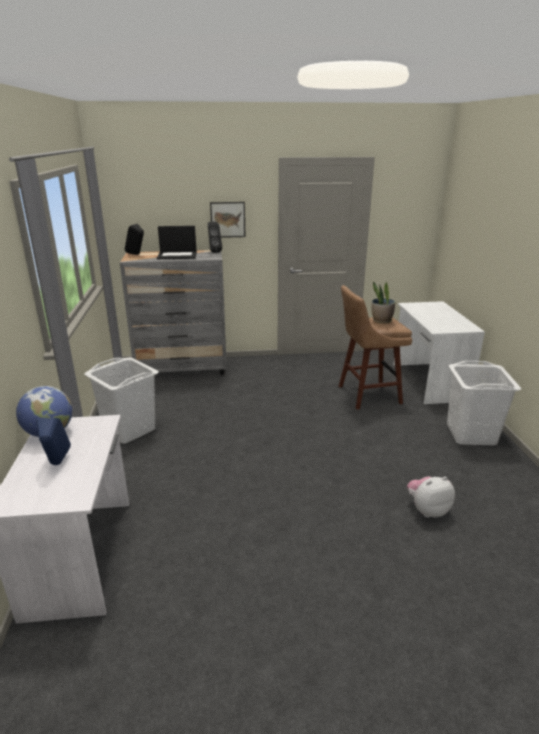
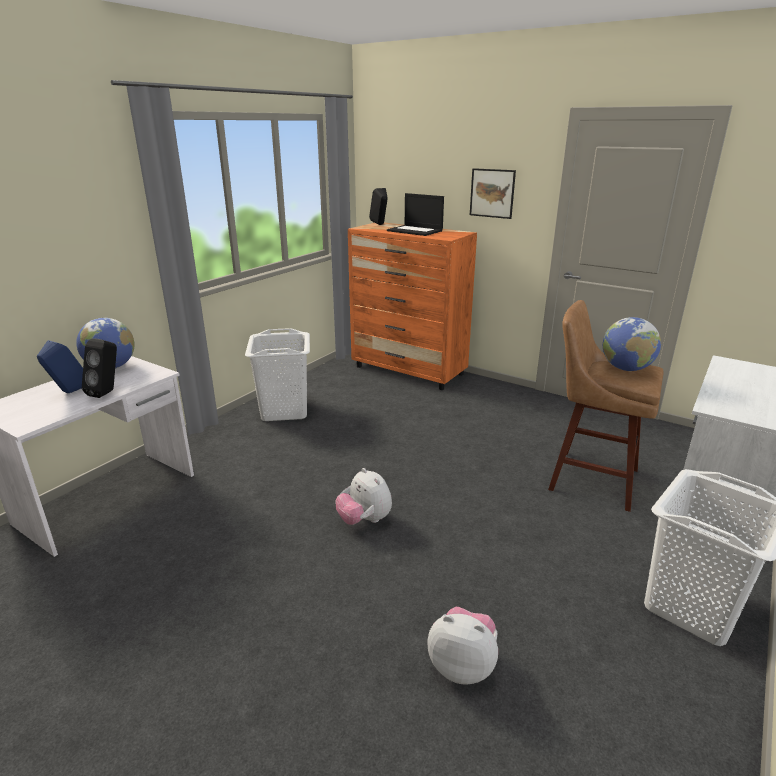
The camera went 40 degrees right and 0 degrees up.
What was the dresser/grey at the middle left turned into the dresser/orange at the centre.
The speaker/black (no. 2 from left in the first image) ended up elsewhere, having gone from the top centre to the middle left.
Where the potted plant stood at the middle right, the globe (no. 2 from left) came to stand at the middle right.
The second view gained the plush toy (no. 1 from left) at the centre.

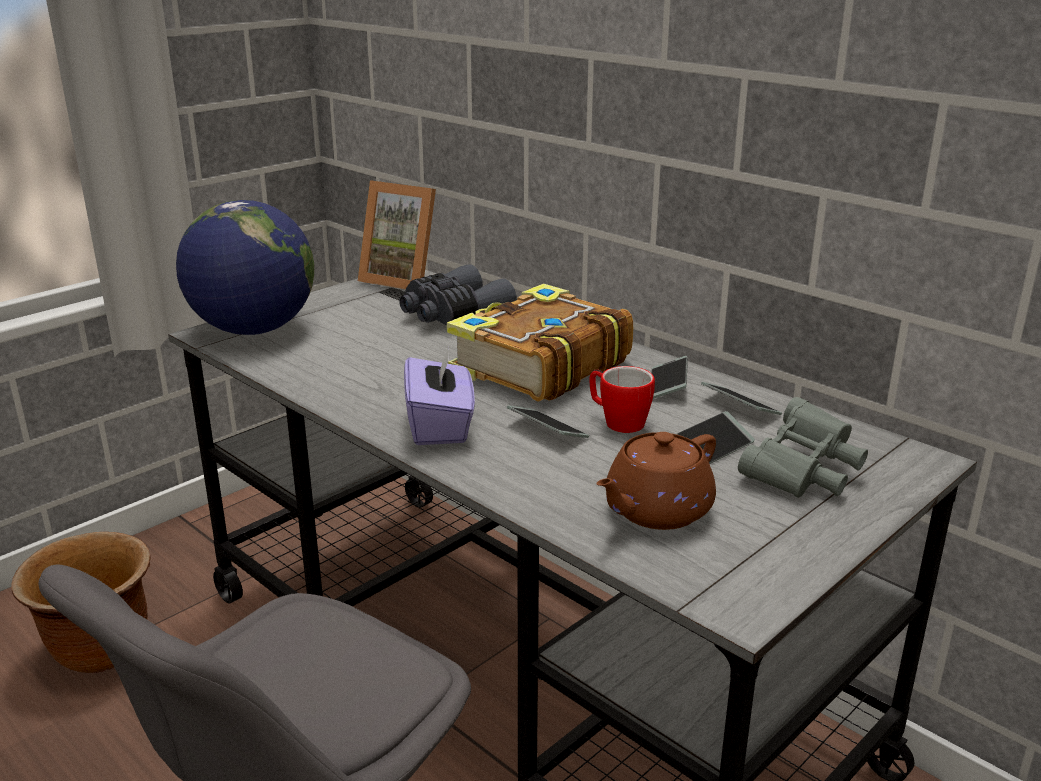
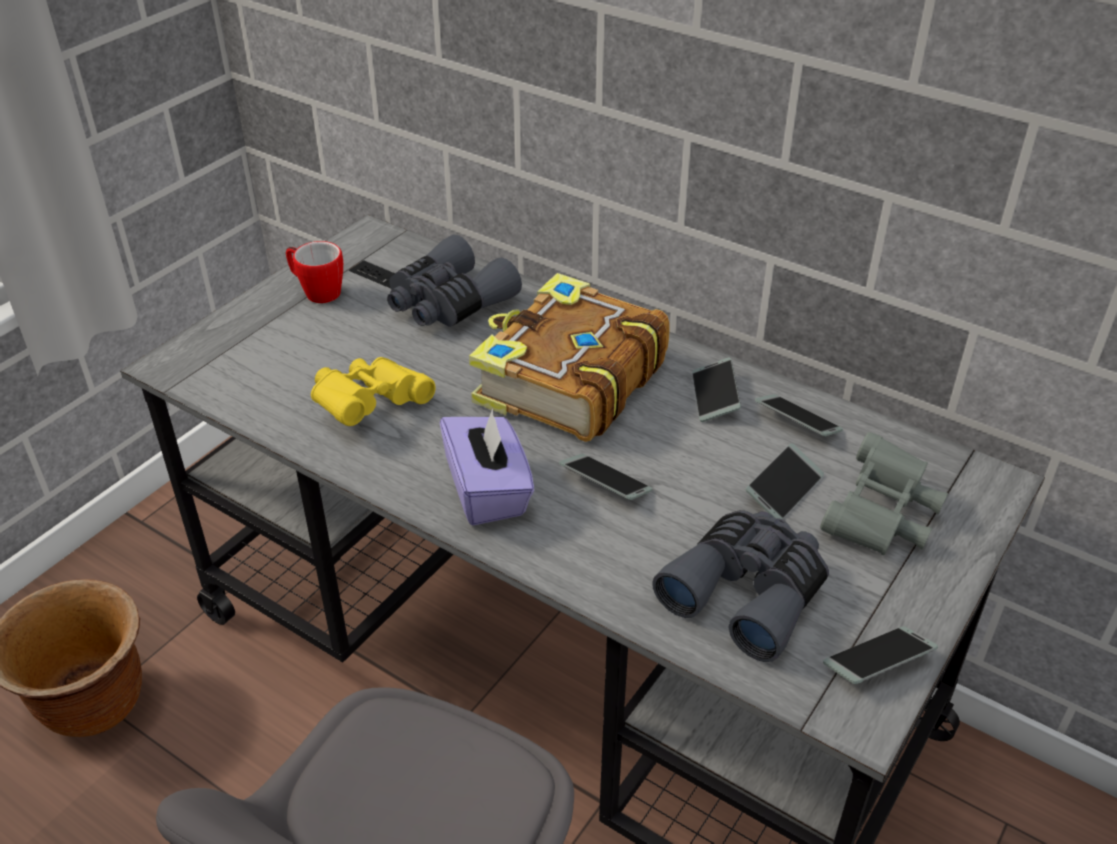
The camera went 10 degrees left and 15 degrees up.
The second view lost the globe at the middle left.
The second view lost the picture frame at the top centre.
The mug ended up elsewhere, having gone from the centre to the top left.
Where the teapot/brown stood at the centre, the binoculars/grey (no. 2 from left) came to stand at the bottom centre.
The second view gained the binoculars/yellow at the centre.
The second view gained the phone (no. 5 from left) at the bottom right.

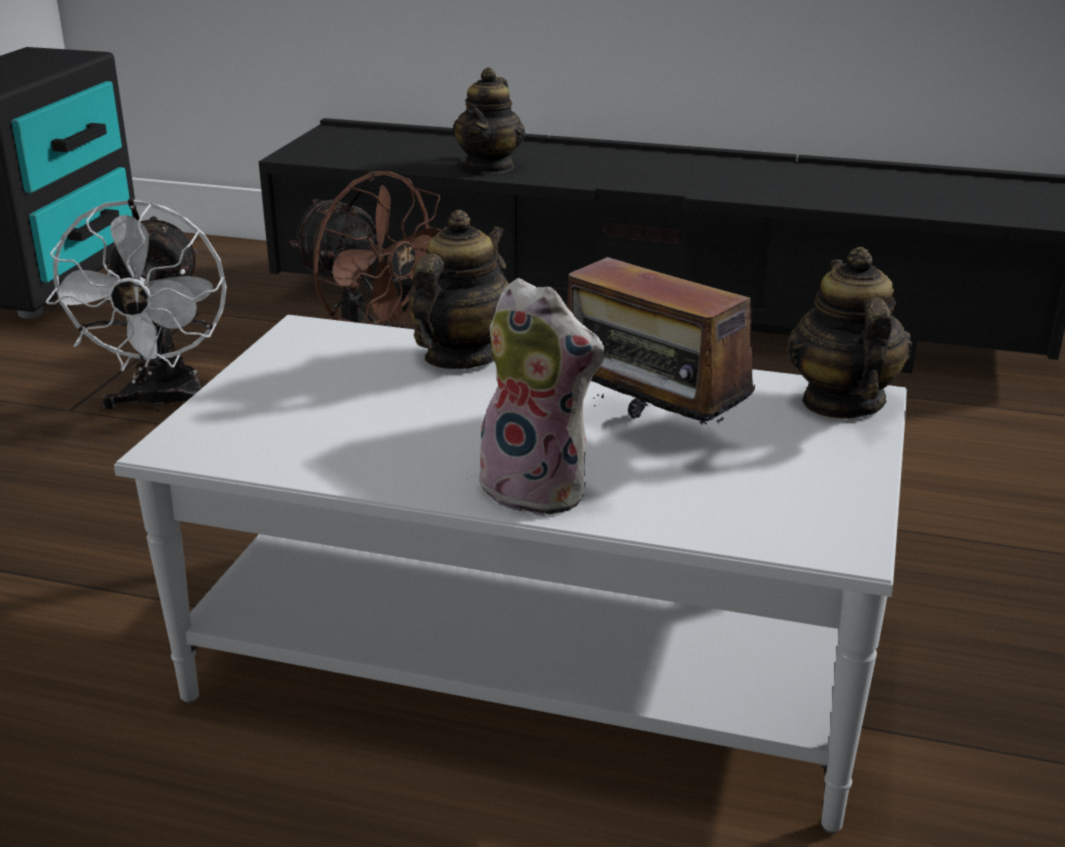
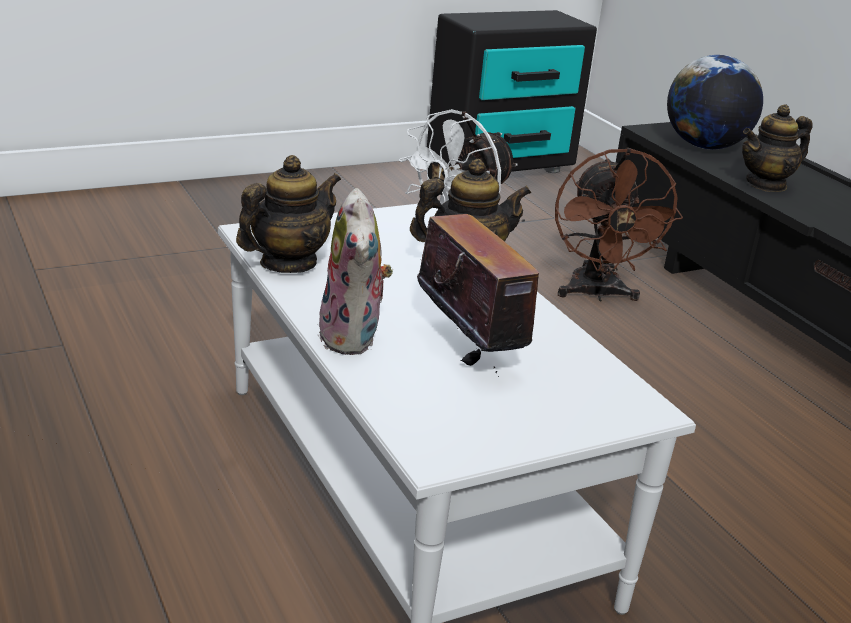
The camera went 45 degrees right and 0 degrees up.
The radio at the centre ended up facing another way, 150 degrees clockwise from before.
The teapot (no. 3 from left in the first image) ended up elsewhere, having gone from the middle right to the centre.
The second view gained the globe at the top right.

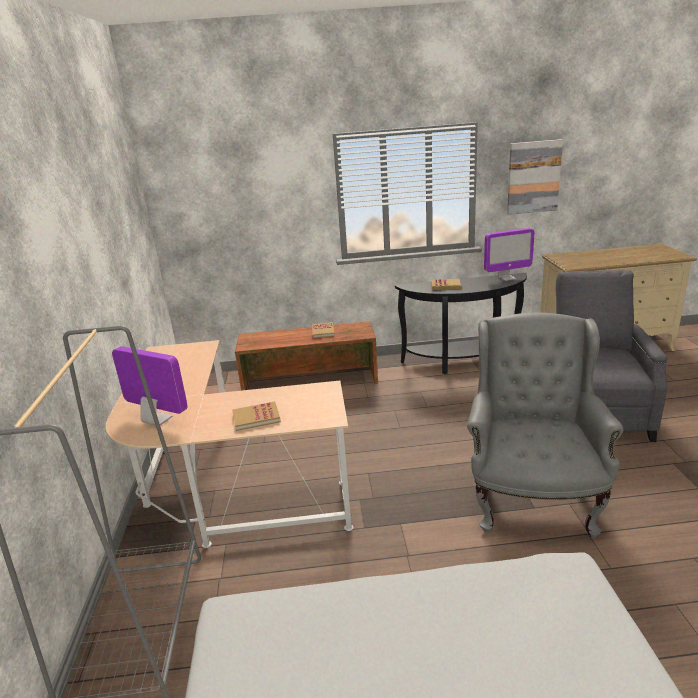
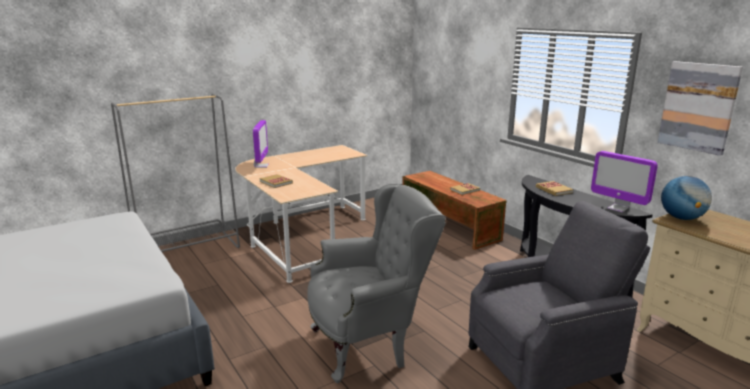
The camera went 60 degrees right and 5 degrees down.
The second view gained the globe at the middle right.

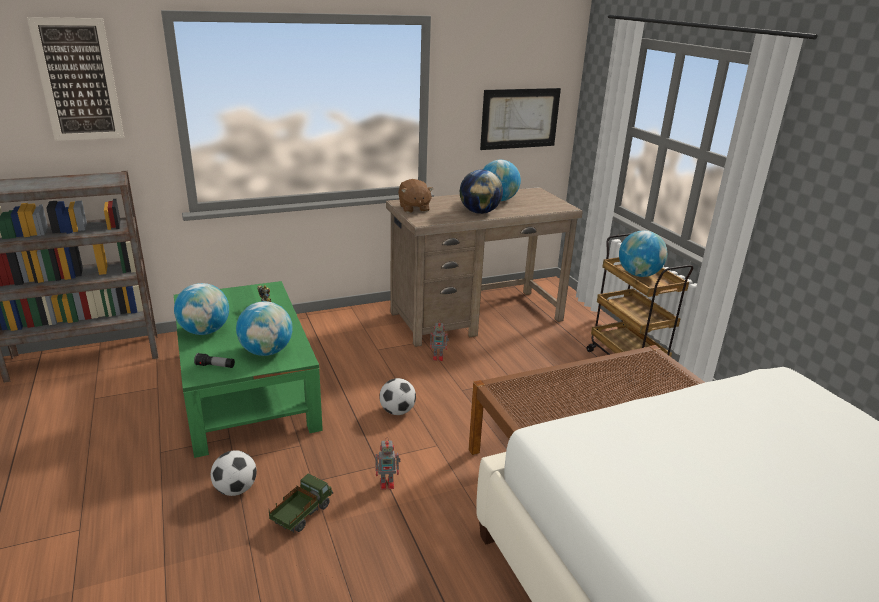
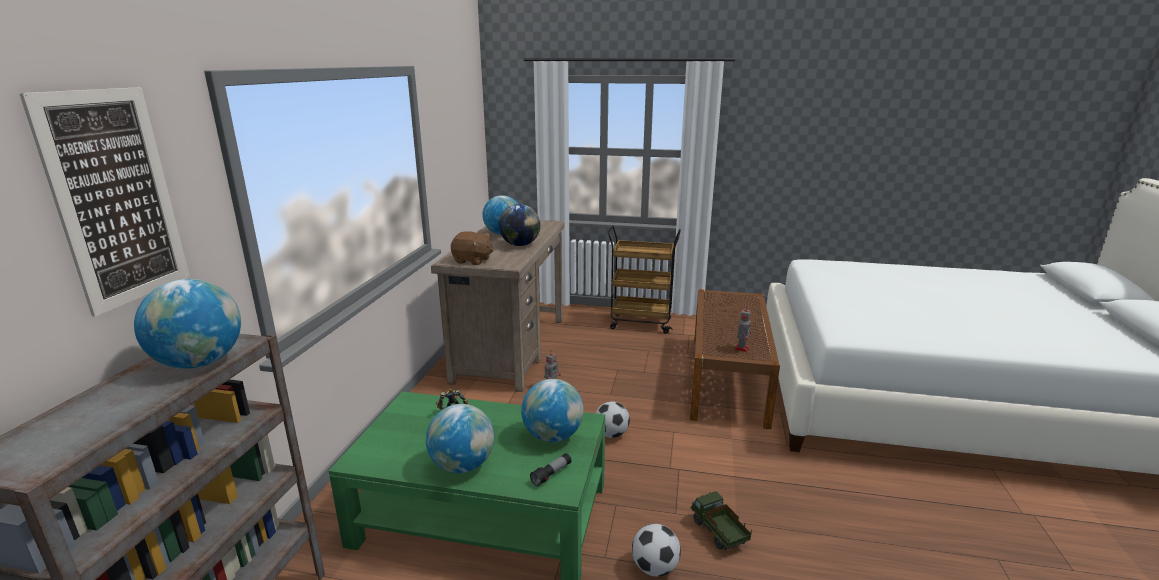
The camera went 55 degrees left and 5 degrees down.
The toy robot (no. 2 from left in the first image) ended up elsewhere, having gone from the bottom centre to the centre.
The second view lost the picture (no. 2 from left) at the top centre.
The globe (no. 5 from left in the first image) ended up elsewhere, having gone from the middle right to the middle left.

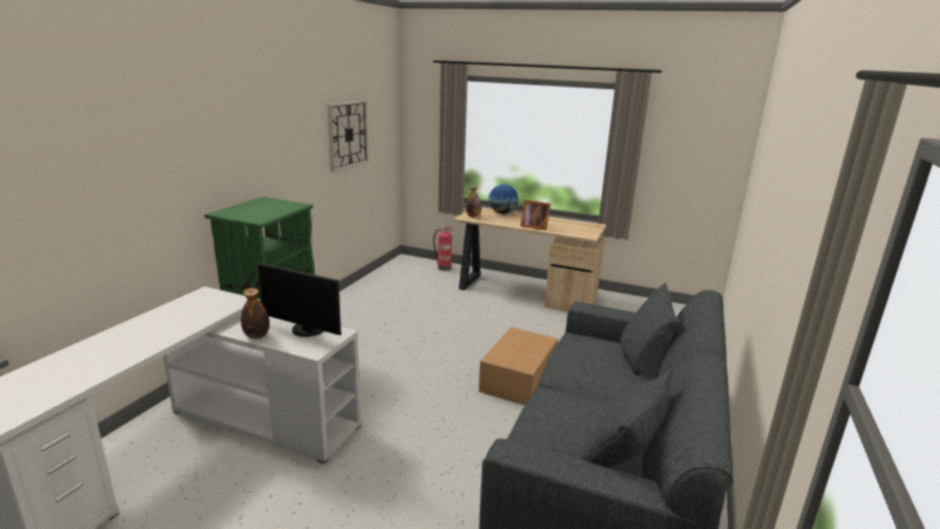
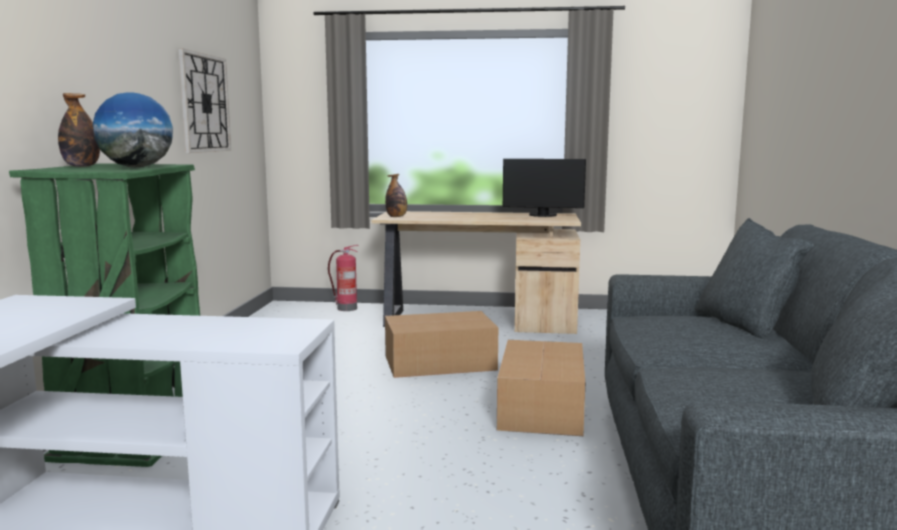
The camera went 15 degrees left and 10 degrees down.
The bottle (no. 1 from left) ended up elsewhere, having gone from the middle left to the top left.
The monitor ended up elsewhere, having gone from the middle left to the centre.
The globe ended up elsewhere, having gone from the centre to the top left.
The second view lost the picture frame at the centre.
The second view gained the cardboard box (no. 1 from left) at the centre.

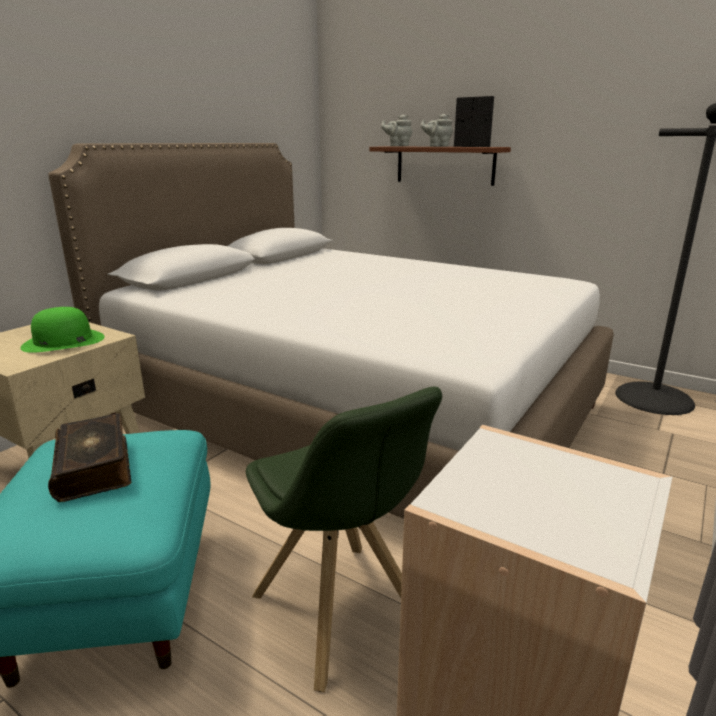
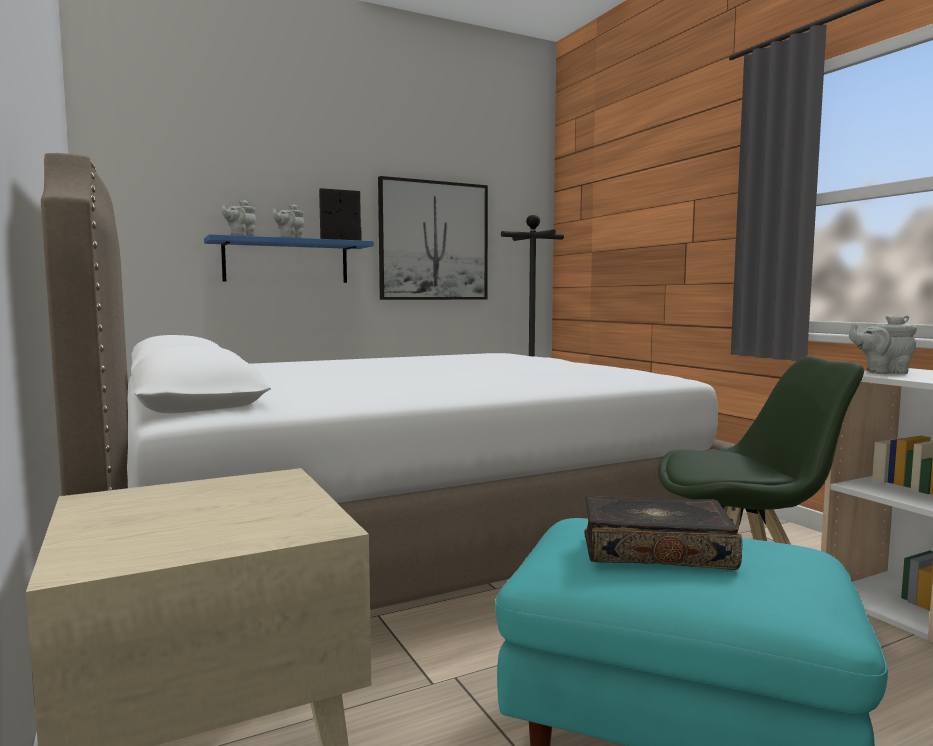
The camera went 60 degrees left and 15 degrees down.
The second view lost the hat/green at the middle left.
What was the shelf/brown at the top centre turned into the shelf/blue at the middle left.
The second view gained the picture at the top centre.
The second view gained the teapot/grey (no. 3 from left) at the middle right.

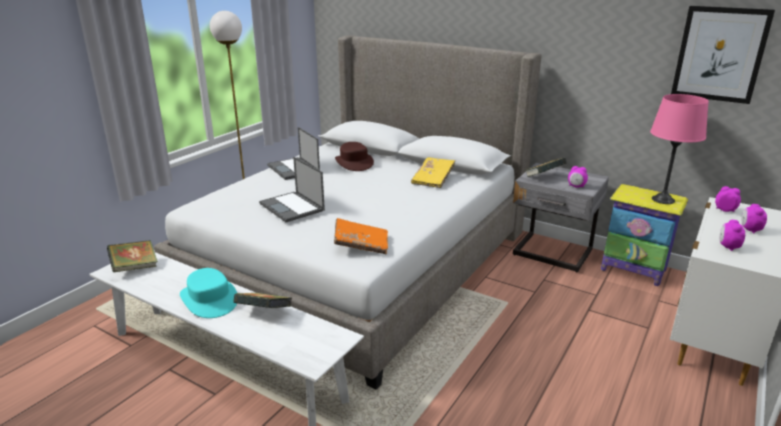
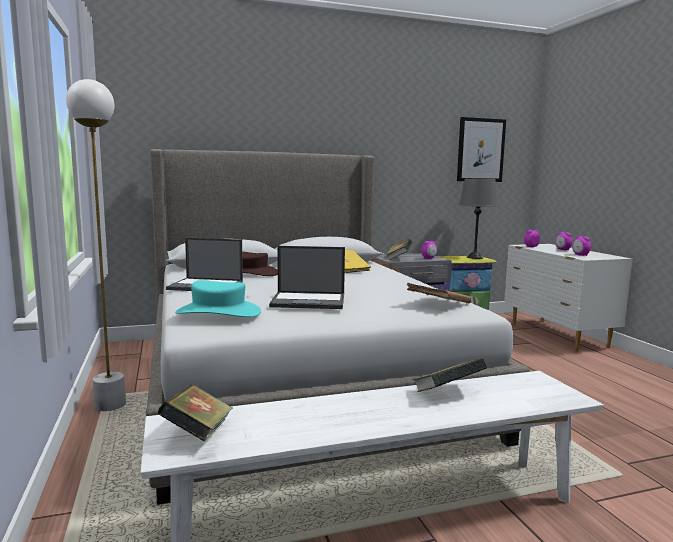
The camera went 50 degrees left and 15 degrees down.
The hat/turquoise ended up elsewhere, having gone from the bottom left to the middle left.
What was the table lamp/pink at the middle right turned into the table lamp/grey at the middle right.

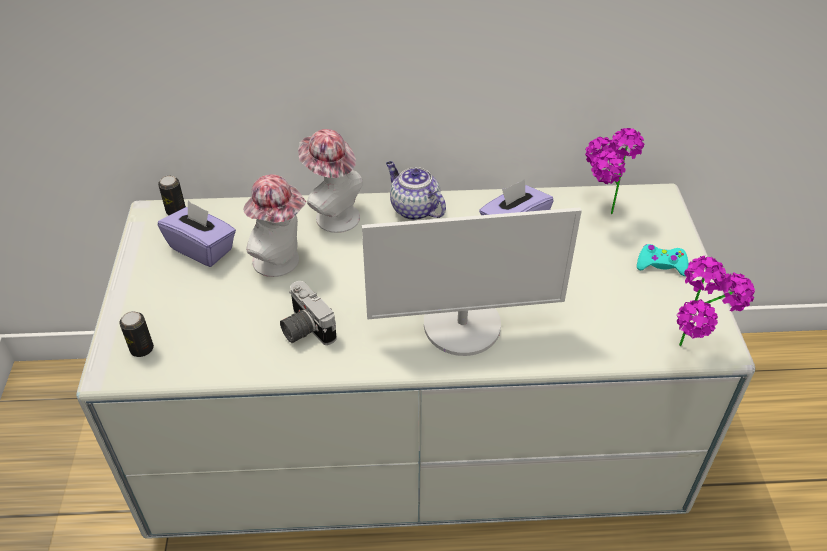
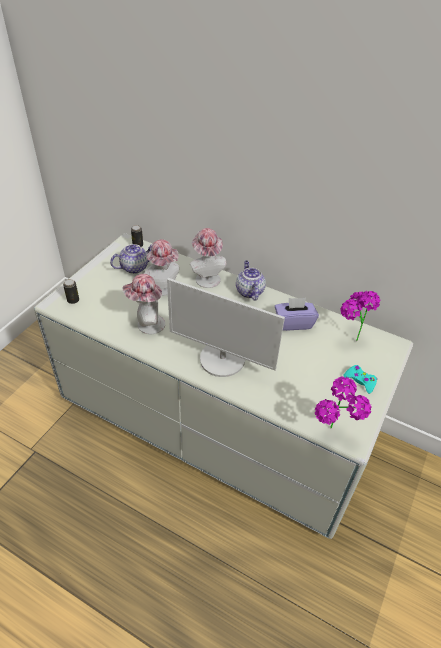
The camera went 30 degrees right and 0 degrees up.
Where the tissue box/purple (no. 1 from left) stood at the middle left, the teapot (no. 1 from left) came to stand at the middle left.
Where the photo camera stood at the centre, the hat (no. 1 from left) came to stand at the middle left.

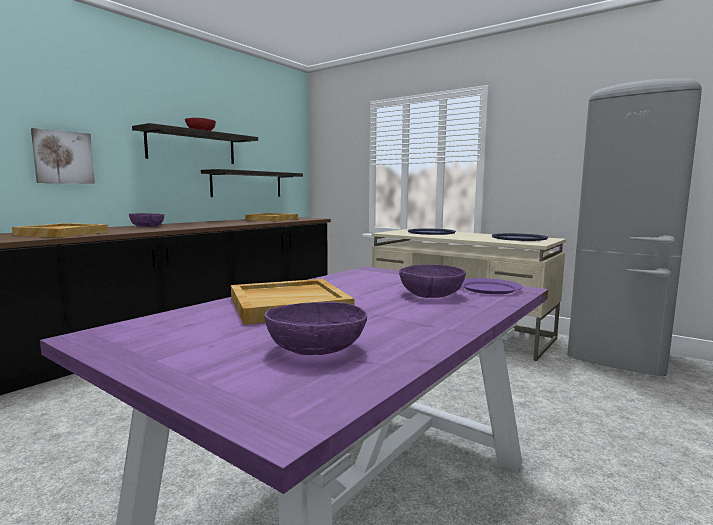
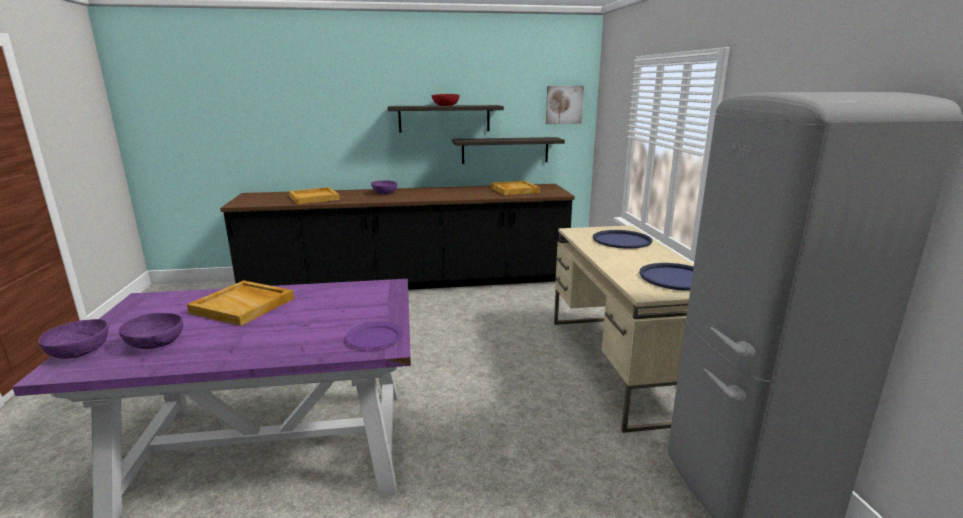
The camera went 45 degrees right and 10 degrees up.
The picture ended up elsewhere, having gone from the top left to the top centre.
The bowl/purple (no. 3 from left in the first image) ended up elsewhere, having gone from the centre to the middle left.

